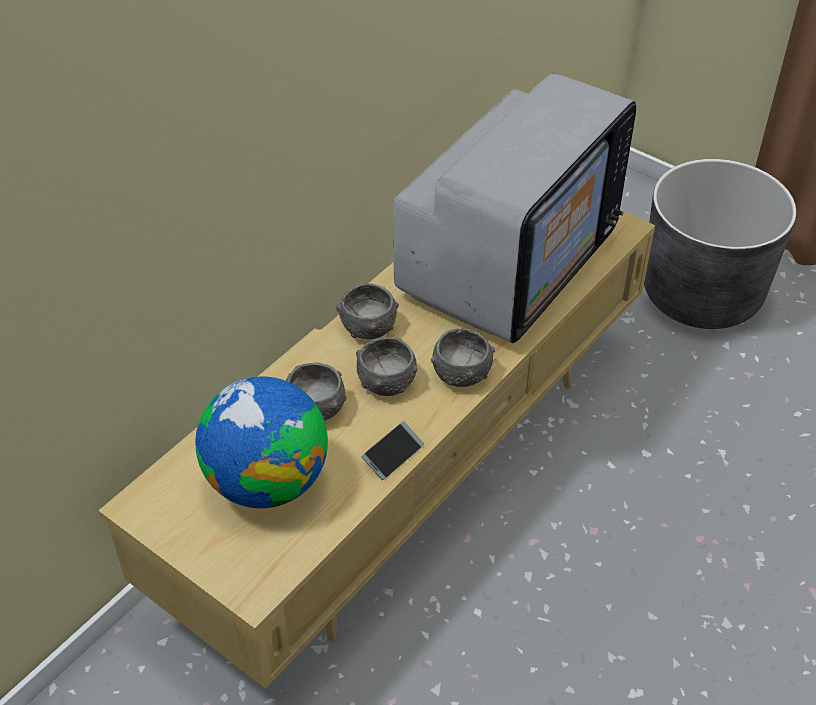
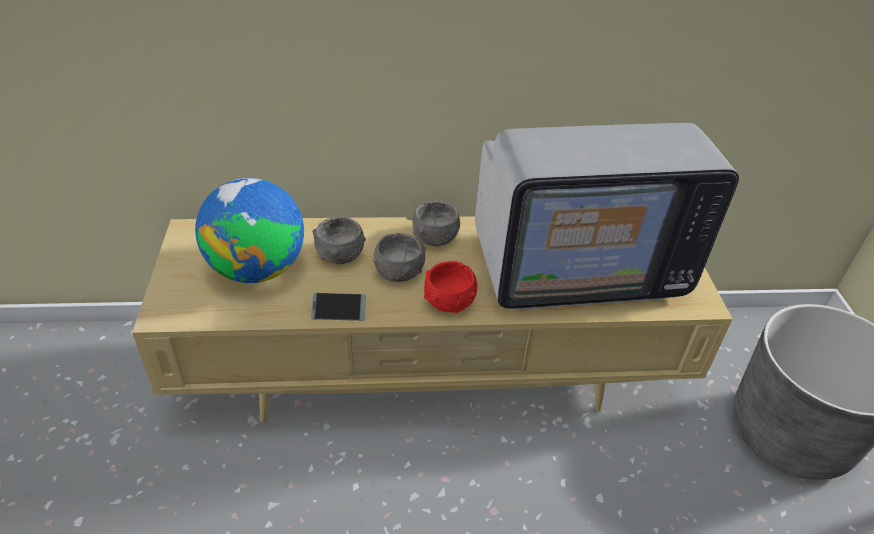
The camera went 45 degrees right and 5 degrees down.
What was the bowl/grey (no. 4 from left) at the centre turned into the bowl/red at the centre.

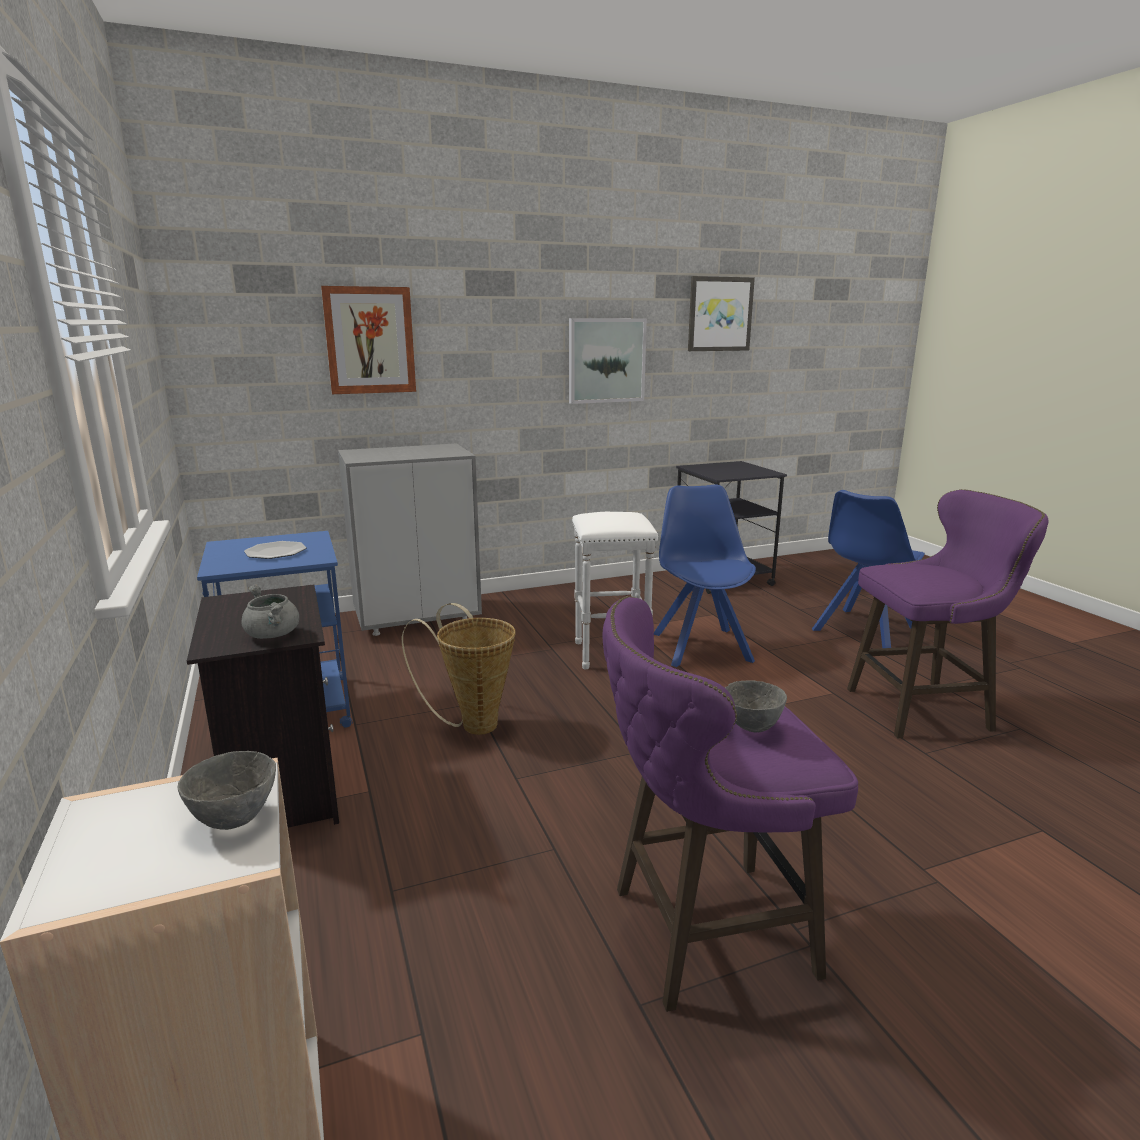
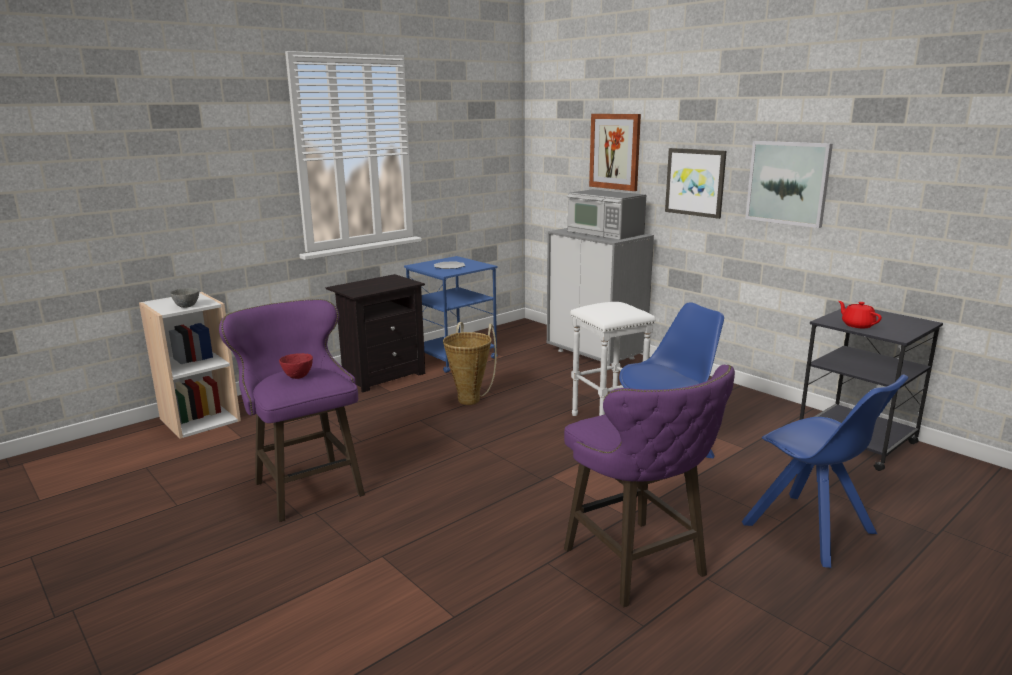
The camera went 70 degrees right and 0 degrees up.
The second view lost the cooking pot/grey at the middle left.
The picture (no. 3 from left in the first image) ended up elsewhere, having gone from the top centre to the top right.
What was the bowl/grey (no. 2 from left) at the centre turned into the bowl/red at the middle left.
The chair/blue (no. 2 from left) at the middle right ended up facing another way, 150 degrees counterclockwise from before.
The second view gained the microwave at the top centre.
The second view gained the teapot/red at the middle right.

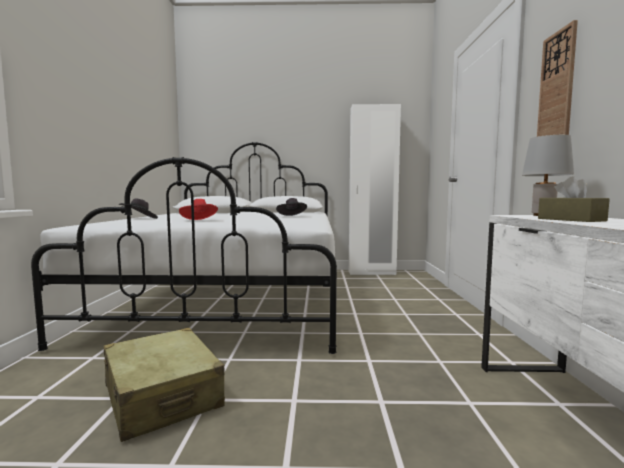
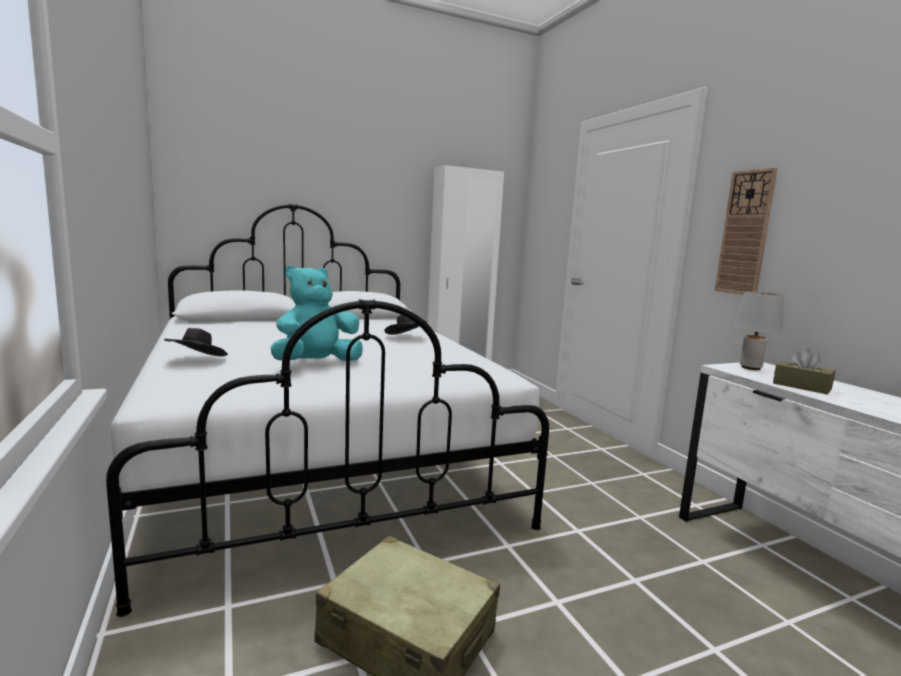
The camera went 25 degrees left and 5 degrees up.
Where the hat/red stood at the middle left, the plush toy/turquoise came to stand at the centre.

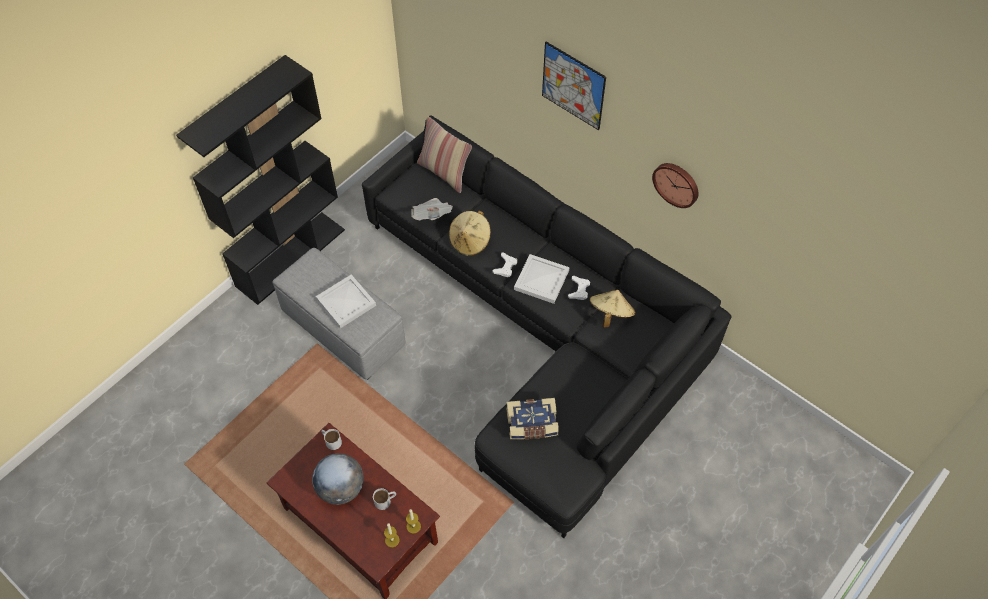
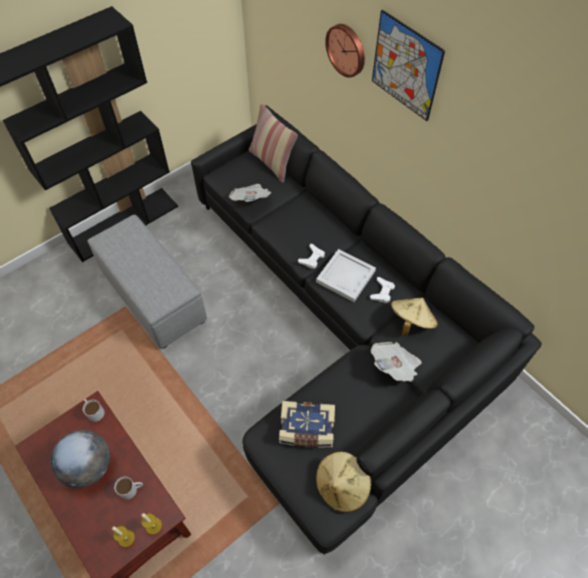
The camera went 10 degrees right and 0 degrees up.
The second view lost the tray/white (no. 1 from left) at the centre.
The hat/beige (no. 1 from left) ended up elsewhere, having gone from the centre to the bottom centre.
The wall clock ended up elsewhere, having gone from the top right to the top centre.
The second view gained the newspaper (no. 2 from left) at the middle right.

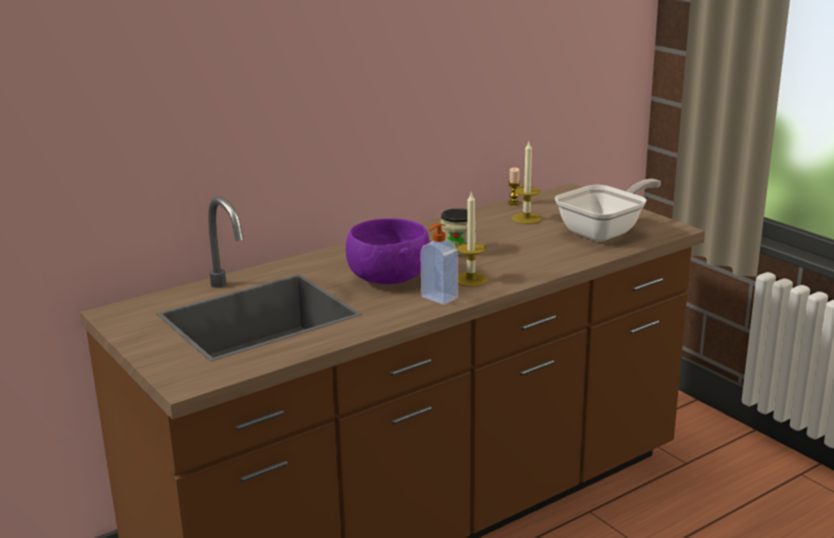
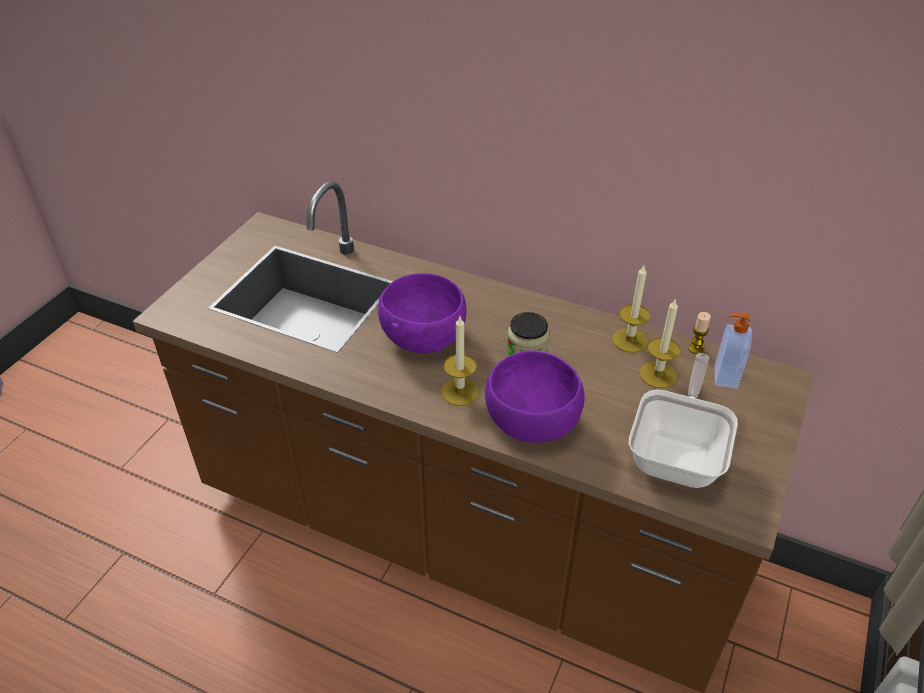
The camera went 60 degrees right and 20 degrees up.
The soap dispenser ended up elsewhere, having gone from the centre to the middle right.
The frying pan at the middle right ended up facing another way, 90 degrees counterclockwise from before.
The second view gained the bowl/purple (no. 2 from left) at the centre.
The second view gained the candle (no. 2 from left) at the middle right.

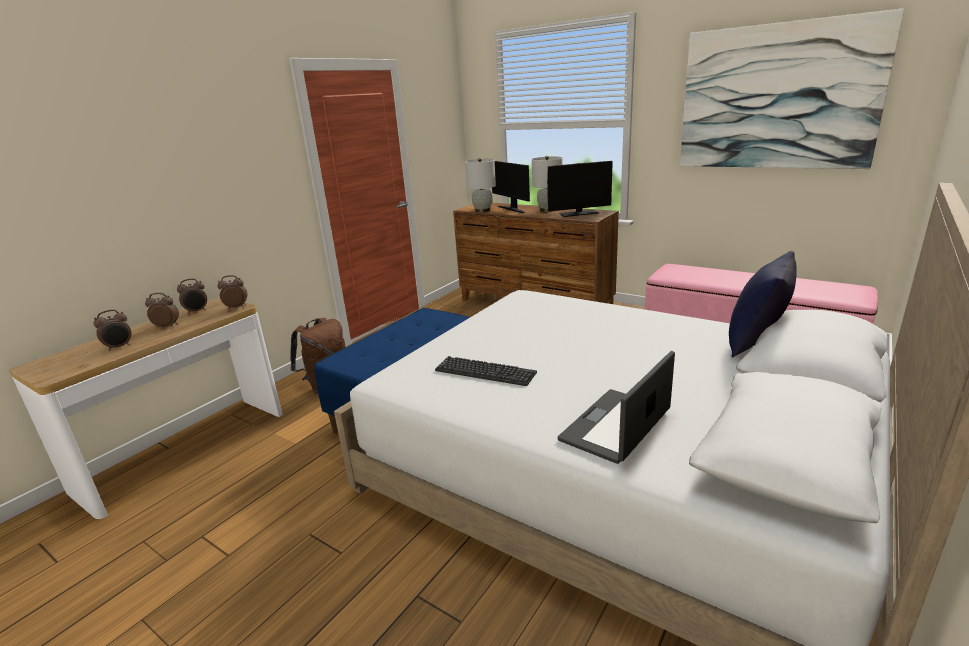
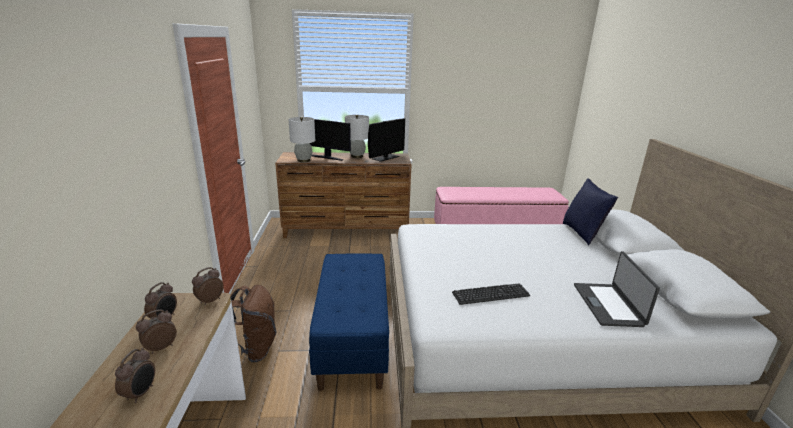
The camera went 40 degrees left and 0 degrees up.
The second view lost the picture at the top right.

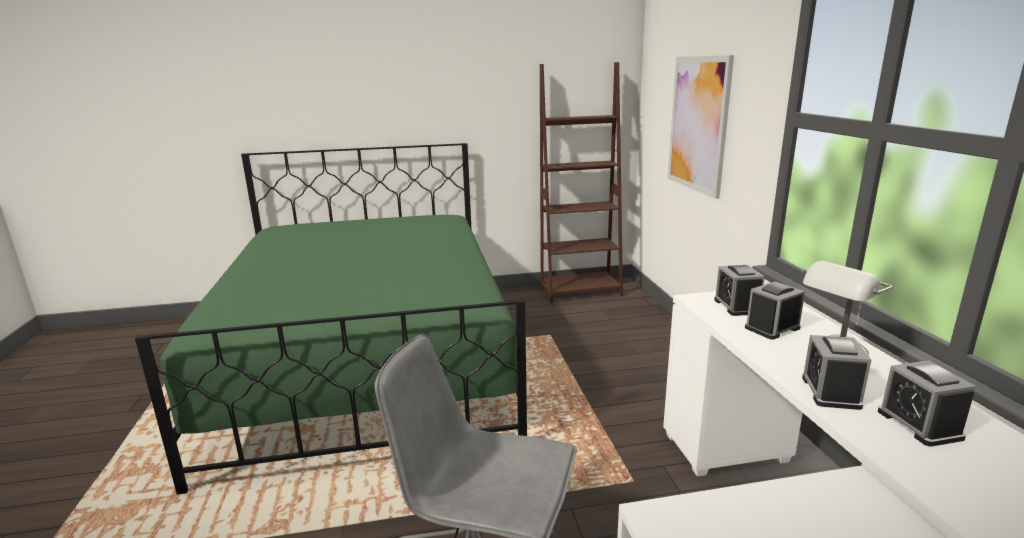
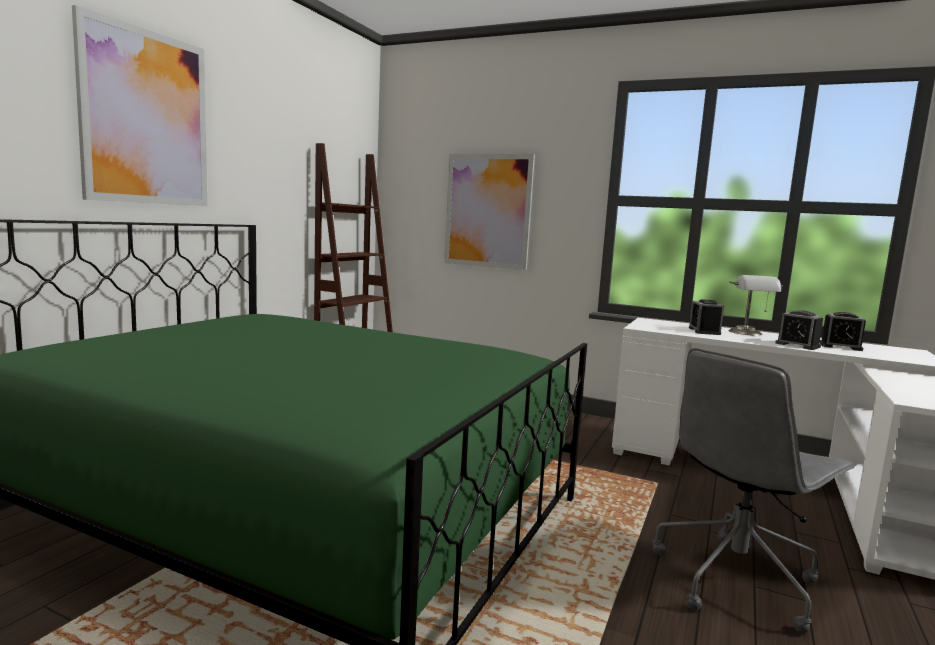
The camera went 55 degrees left and 10 degrees down.
The second view lost the alarm clock (no. 1 from left) at the middle right.
The second view gained the picture (no. 1 from left) at the top left.

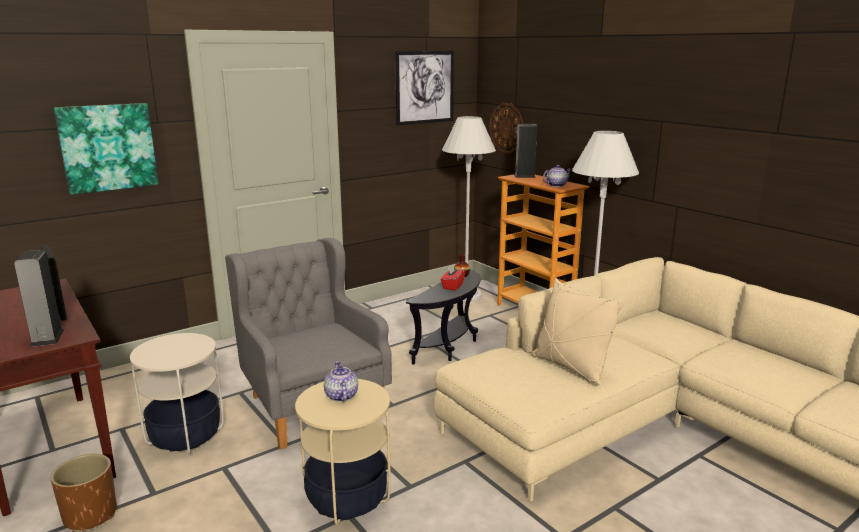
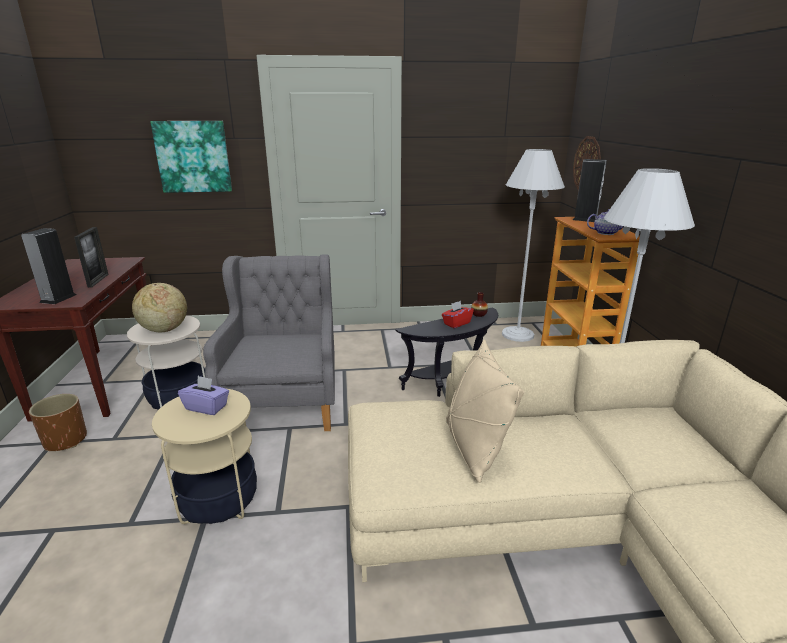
The camera went 30 degrees right and 5 degrees up.
Where the teapot (no. 1 from left) stood at the bottom centre, the tissue box/purple came to stand at the middle left.
The second view lost the picture (no. 2 from left) at the top centre.
The second view gained the globe at the middle left.

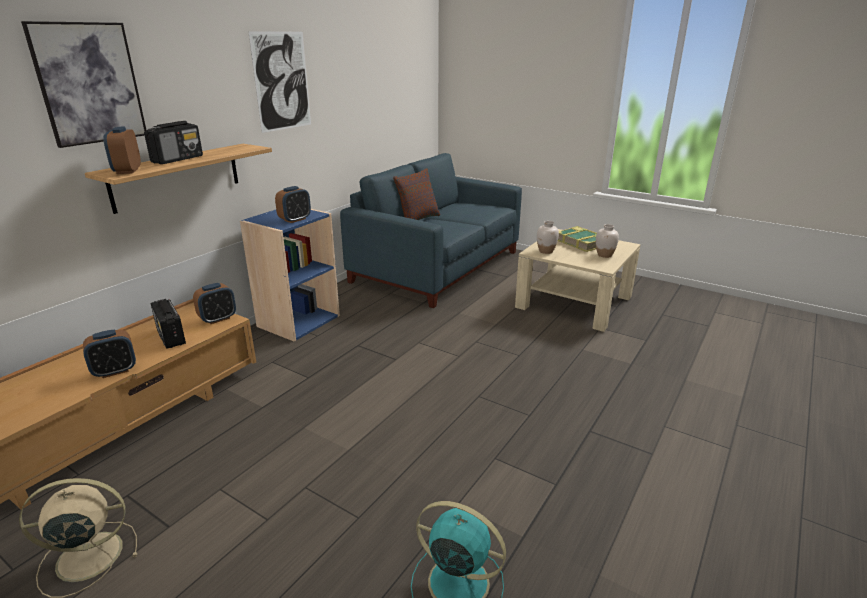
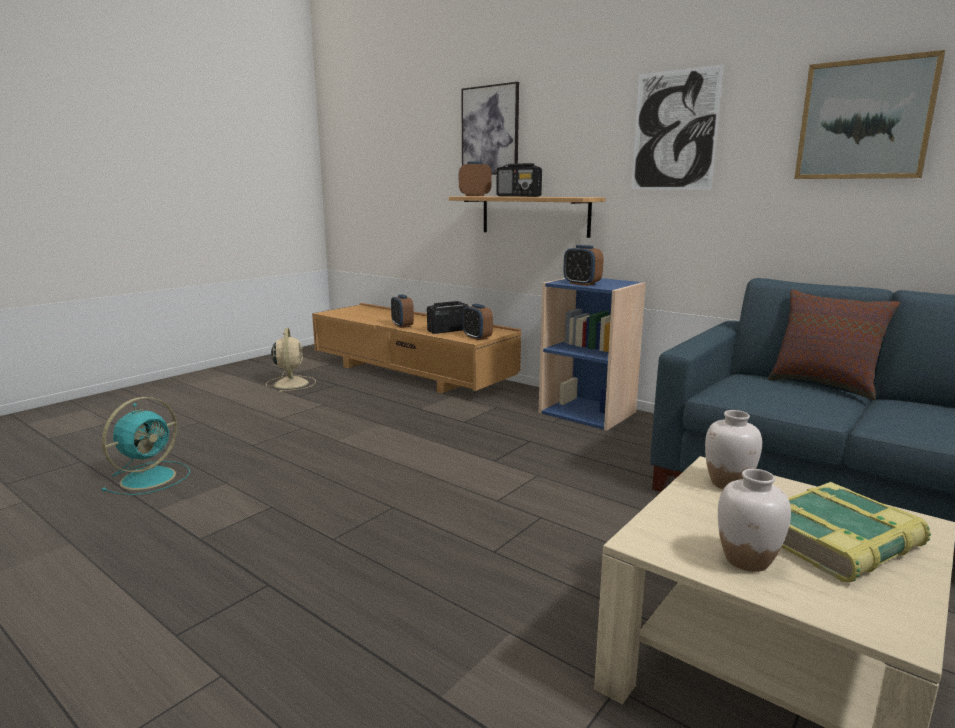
The camera went 95 degrees right and 10 degrees down.
The second view gained the picture (no. 3 from left) at the top right.

